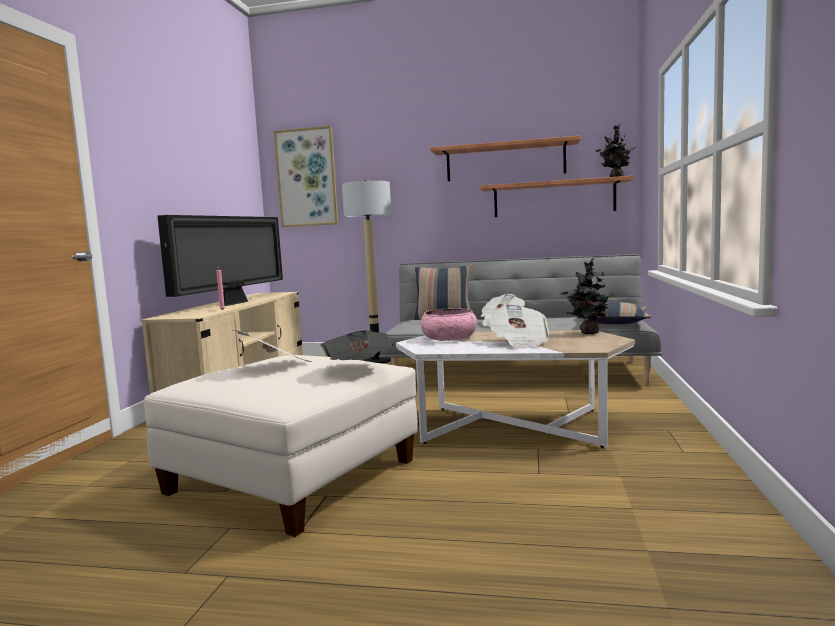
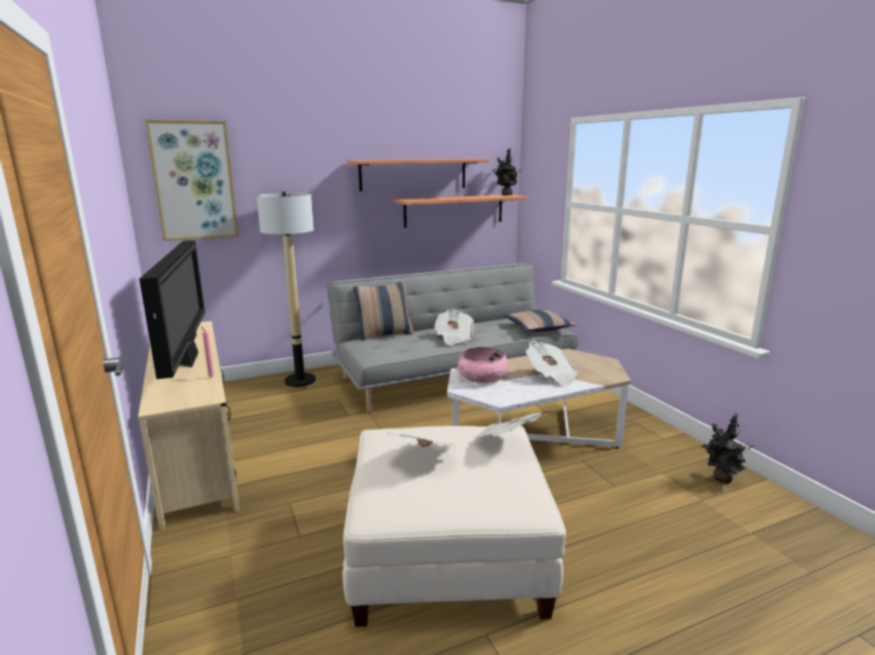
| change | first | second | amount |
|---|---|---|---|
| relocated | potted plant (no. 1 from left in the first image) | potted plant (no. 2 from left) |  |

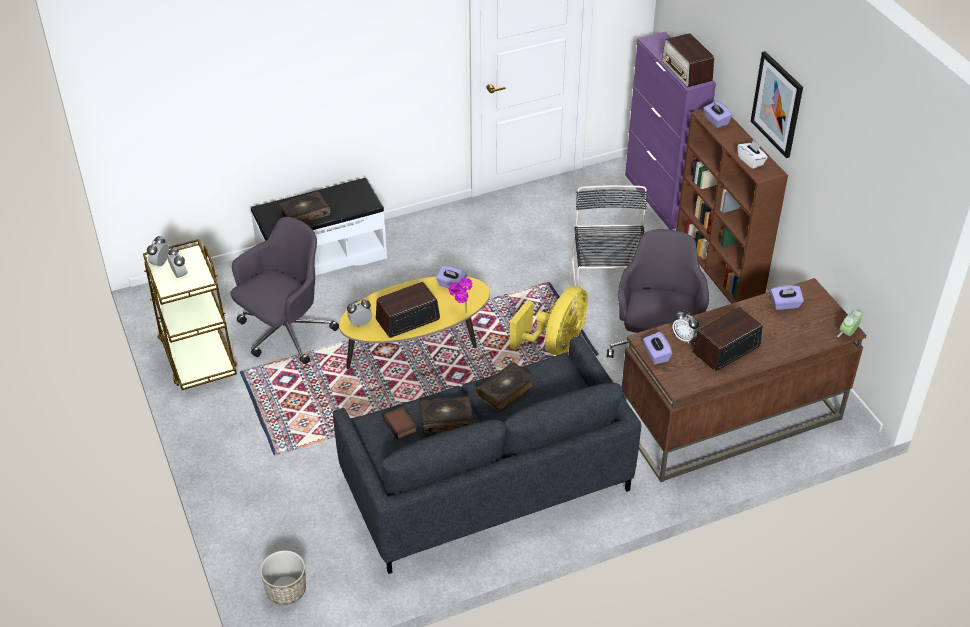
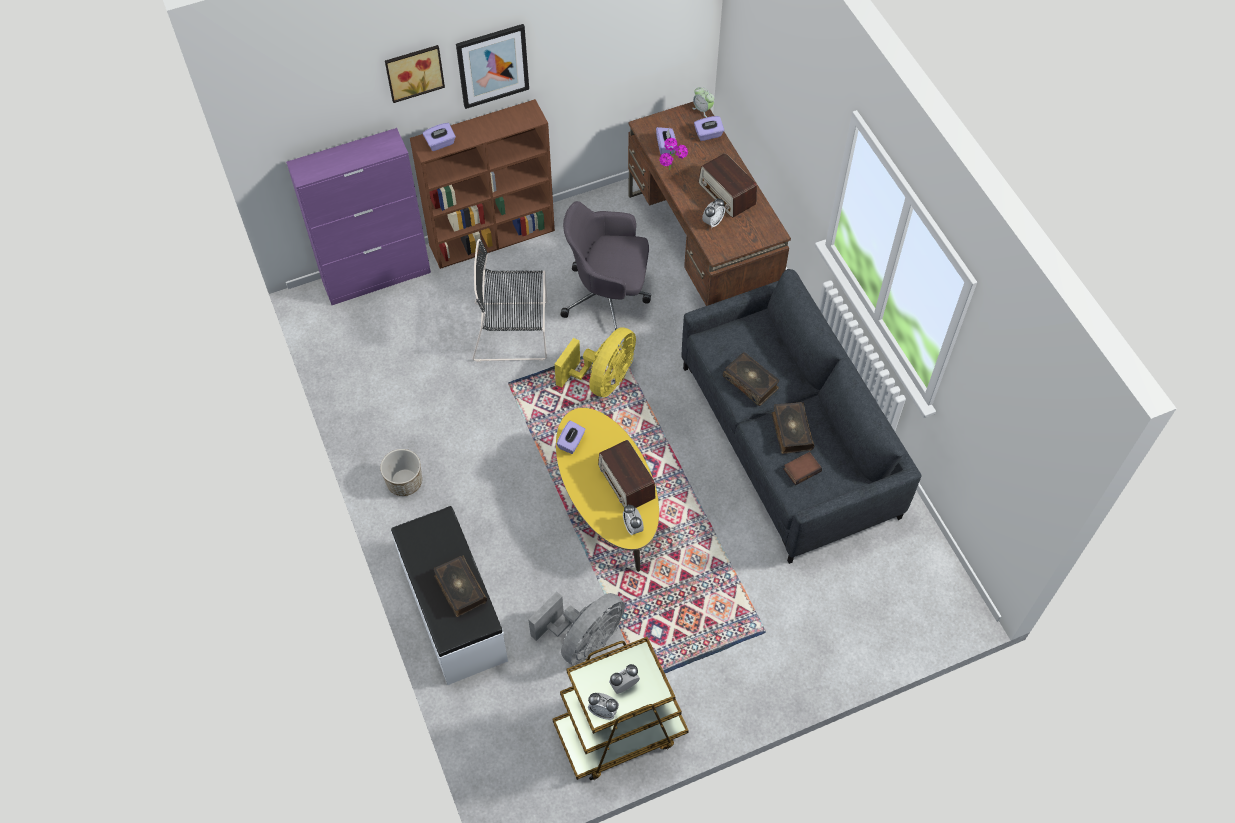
| change | first | second | amount |
|---|---|---|---|
| relocated | planter |  |  |
| appeared |  | picture (no. 1 from left) |  |
| exchanged | grey office chair (no. 1 from left) | grey fan |  |
| spun | yellow fan |  | 90 degrees clockwise |
| relocated | potted plant |  |  |
| relocated | purple tissue box (no. 2 from left in the first image) | purple tissue box (no. 4 from left) |  |
| missing | radio (no. 2 from left) |  |  |
| missing | white tissue box |  |  |

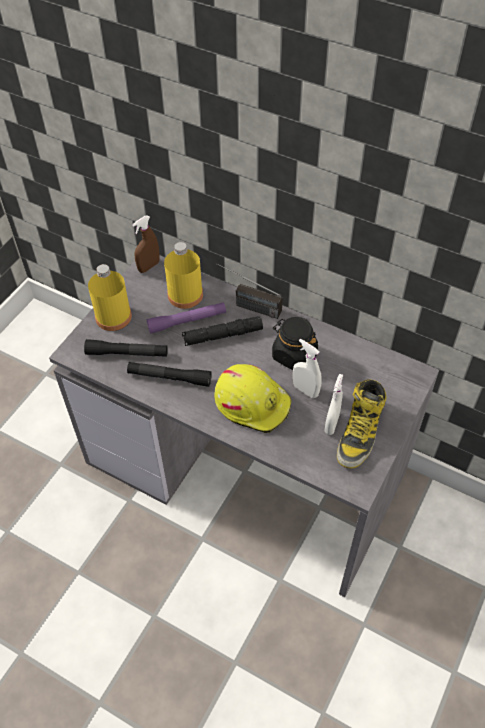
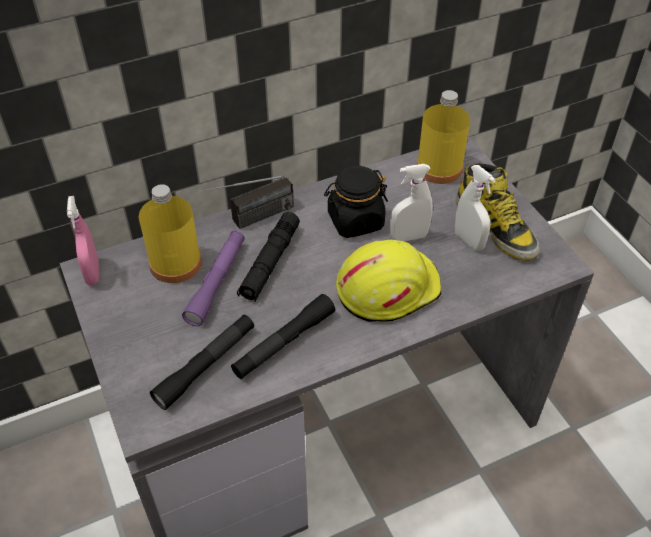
| change | first | second | amount |
|---|---|---|---|
| colour | brown spray bottle | pink spray bottle |  |
| relocated | yellow bottle (no. 1 from left in the first image) | yellow bottle (no. 2 from left) |  |

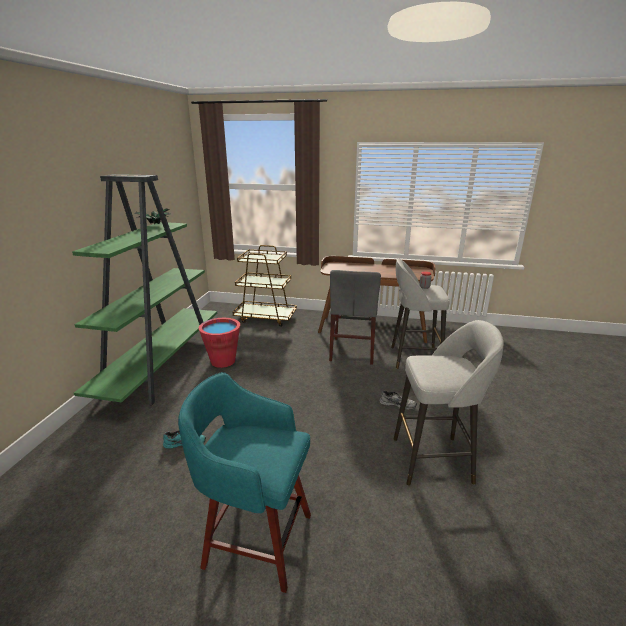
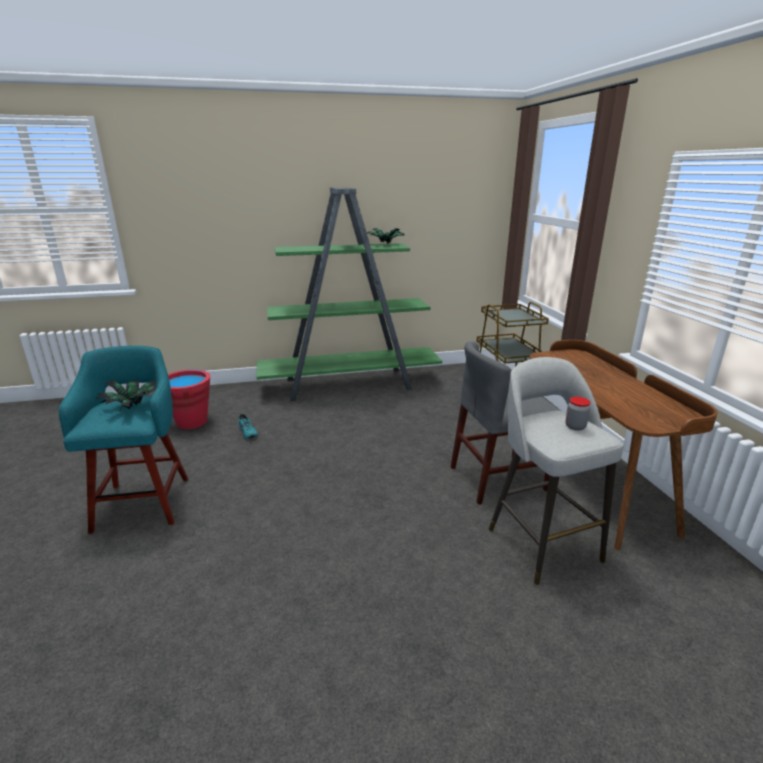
| change | first | second | amount |
|---|---|---|---|
| appeared |  | potted plant (no. 1 from left) |  |
| relocated | red bucket |  |  |
| missing | grey shoe |  |  |
| missing | grey stool (no. 2 from left) |  |  |

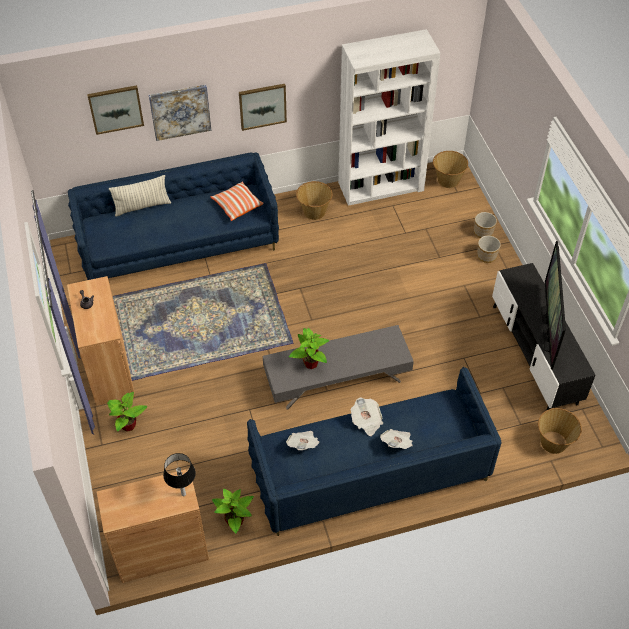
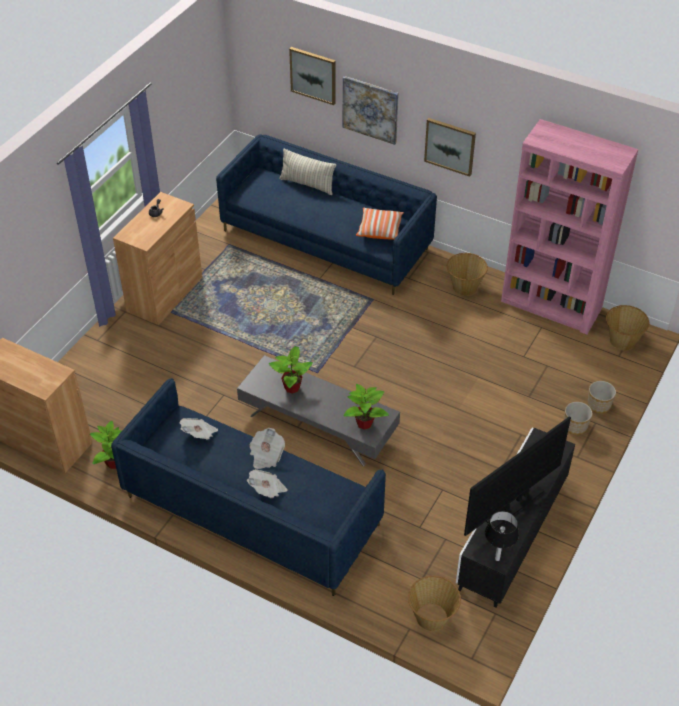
| change | first | second | amount |
|---|---|---|---|
| relocated | potted plant (no. 1 from left in the first image) | potted plant (no. 3 from left) |  |
| relocated | table lamp |  |  |
| colour | white bookcase | pink bookcase |  |

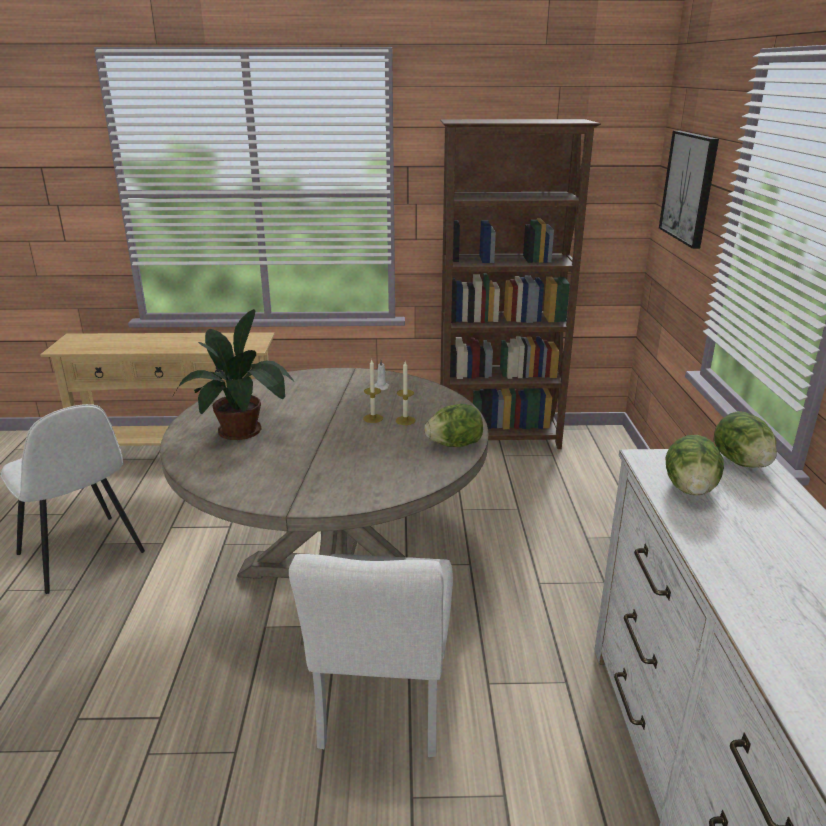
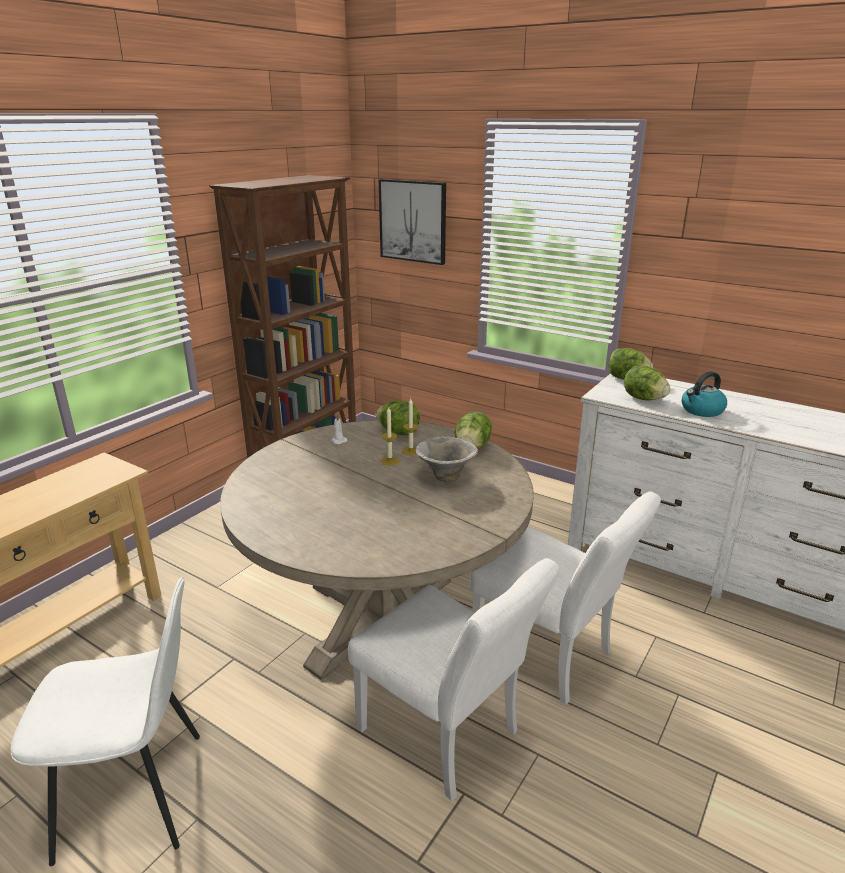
| change | first | second | amount |
|---|---|---|---|
| appeared |  | white chair (no. 2 from left) |  |
| appeared |  | lettuce (no. 1 from left) |  |
| appeared |  | bowl |  |
| appeared |  | kettle |  |
| missing | potted plant |  |  |

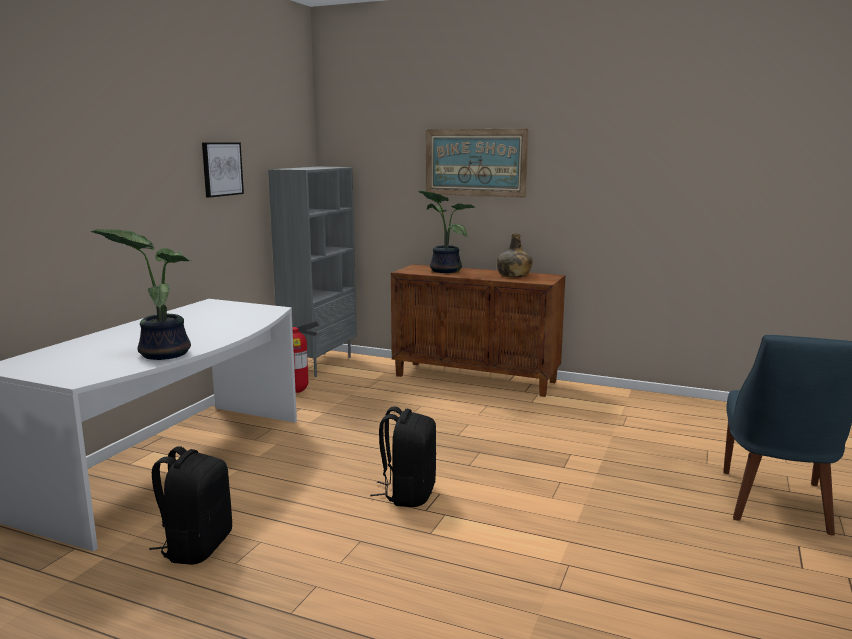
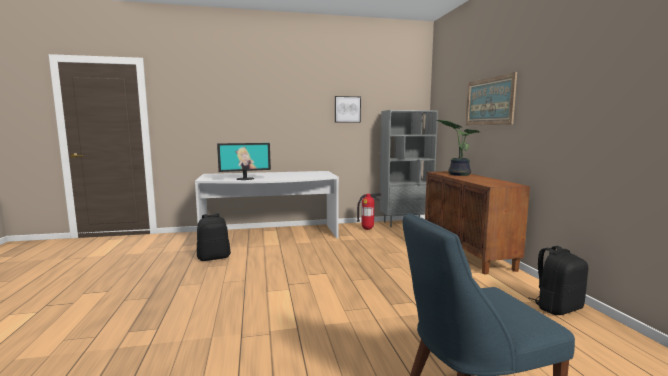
| change | first | second | amount |
|---|---|---|---|
| exchanged | potted plant (no. 1 from left) | monitor |  |
| relocated | black backpack (no. 2 from left) |  |  |
| missing | green bottle |  |  |

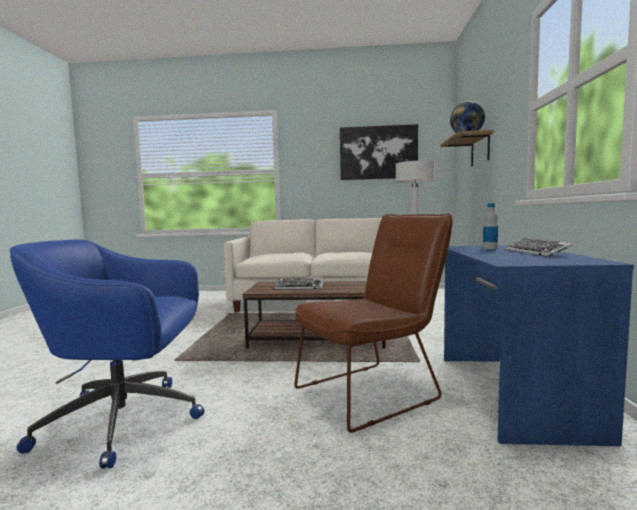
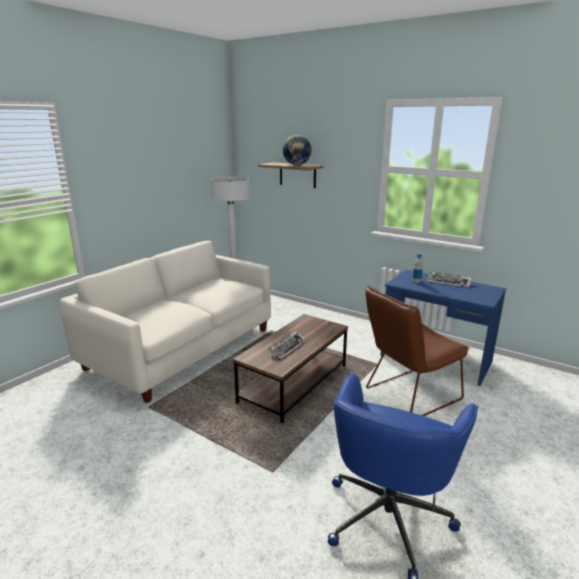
| change | first | second | amount |
|---|---|---|---|
| spun | brown chair |  | 120 degrees counterclockwise |
| missing | picture |  |  |

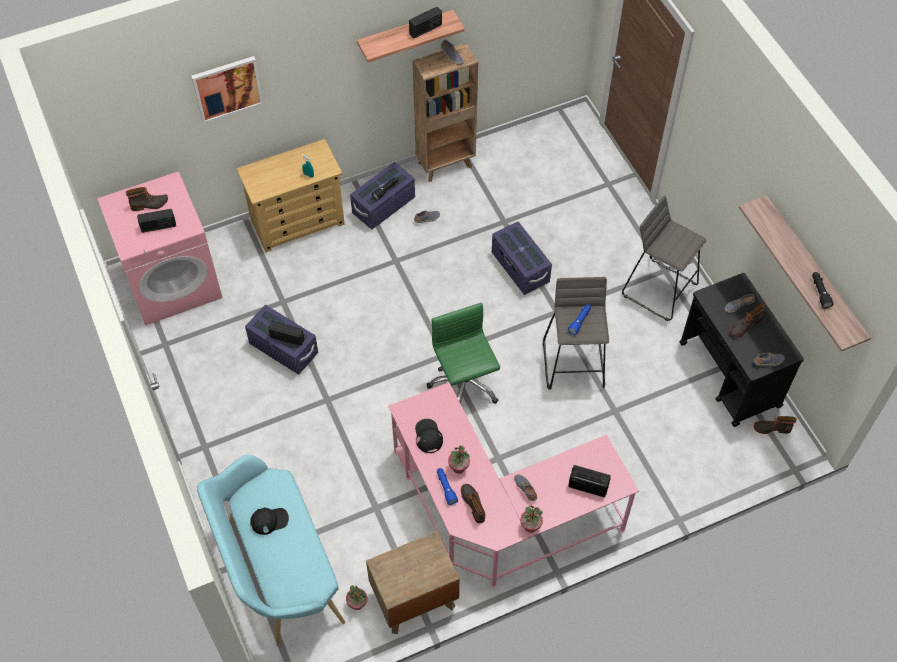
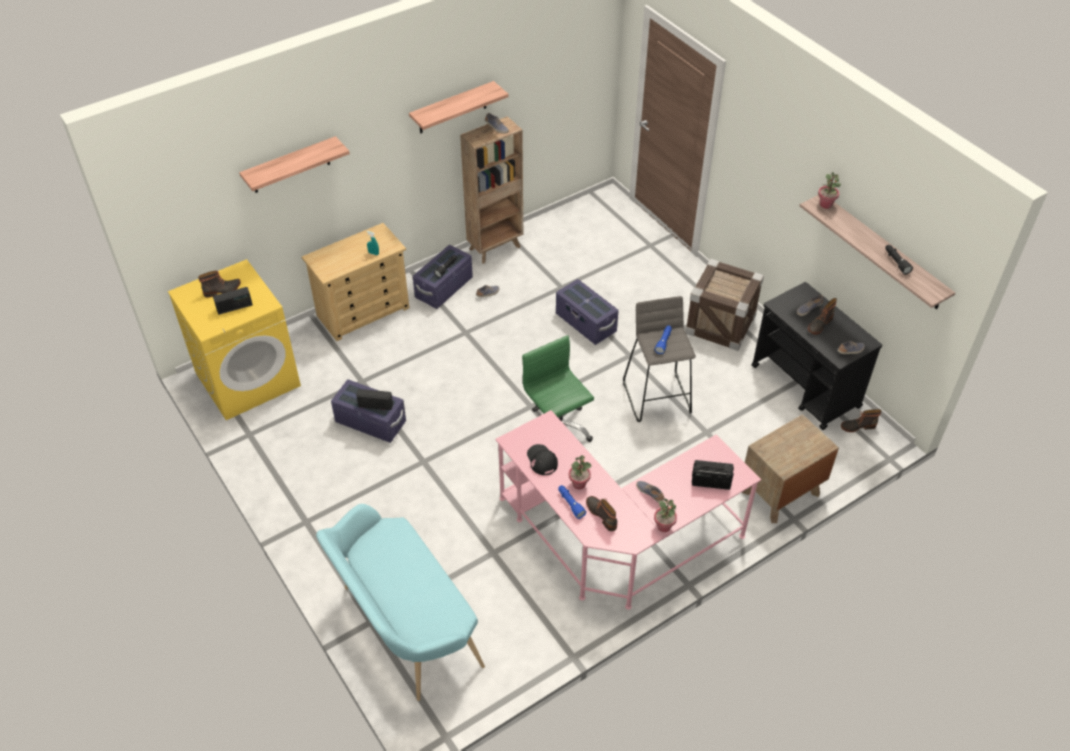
| change | first | second | amount |
|---|---|---|---|
| colour | pink washing machine | yellow washing machine |  |
| exchanged | picture | shelf (no. 1 from left) |  |
| exchanged | grey stool (no. 2 from left) | crate |  |
| relocated | brown nightstand |  |  |
| relocated | potted plant (no. 1 from left in the first image) | potted plant (no. 3 from left) |  |
| missing | black cap (no. 1 from left) |  |  |
| missing | radio (no. 3 from left) |  |  |

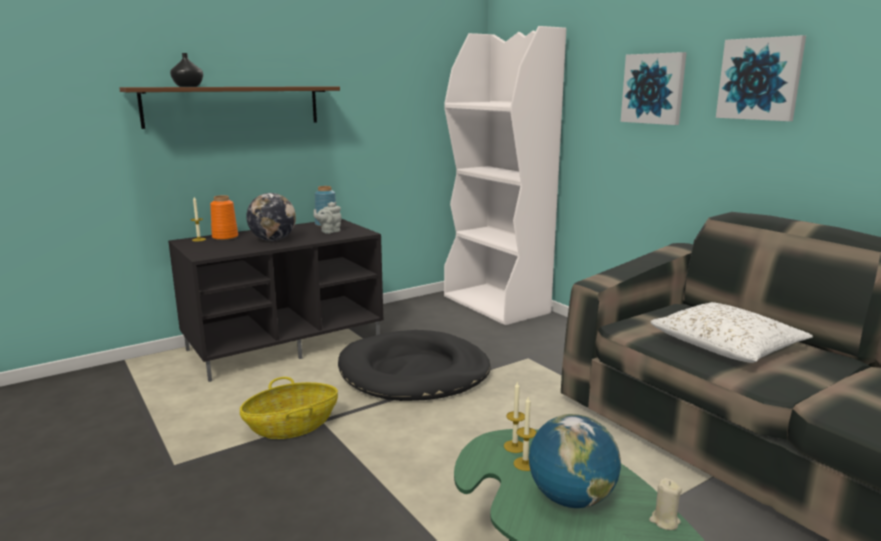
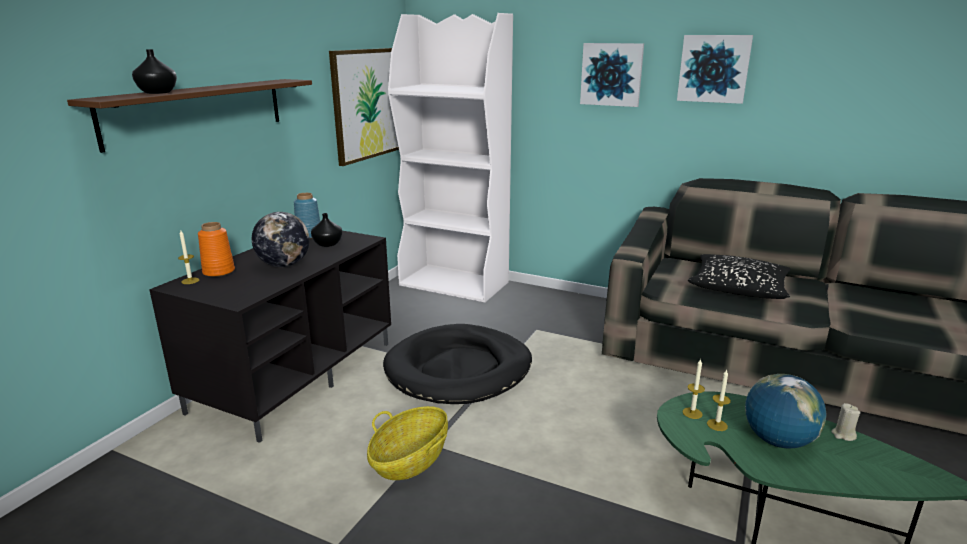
| change | first | second | amount |
|---|---|---|---|
| exchanged | grey teapot | black vase (no. 2 from left) |  |
| appeared |  | picture (no. 1 from left) |  |
| colour | white pillow | black pillow |  |

